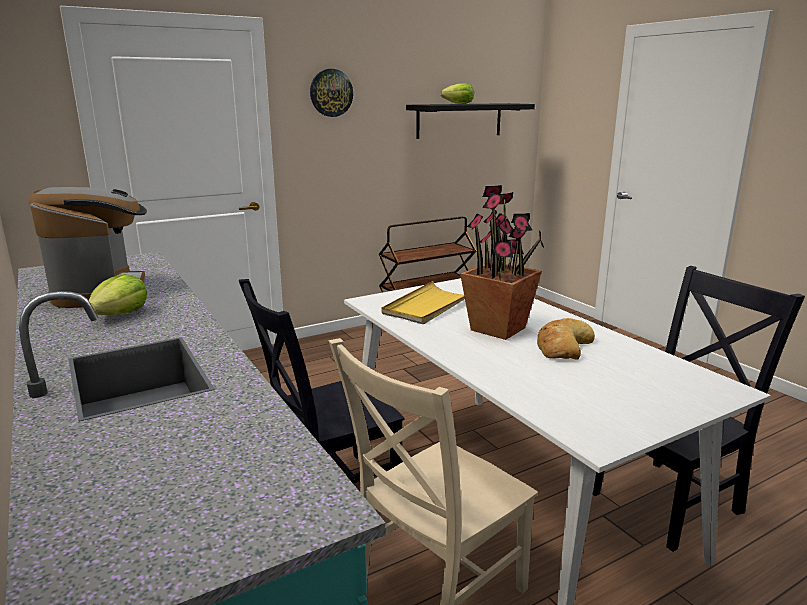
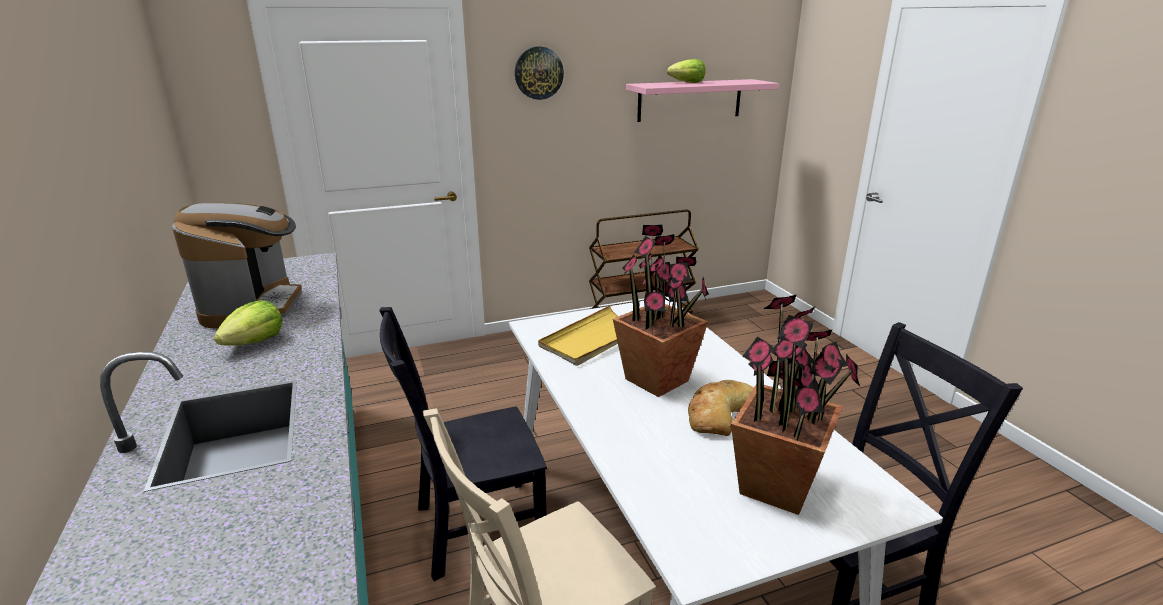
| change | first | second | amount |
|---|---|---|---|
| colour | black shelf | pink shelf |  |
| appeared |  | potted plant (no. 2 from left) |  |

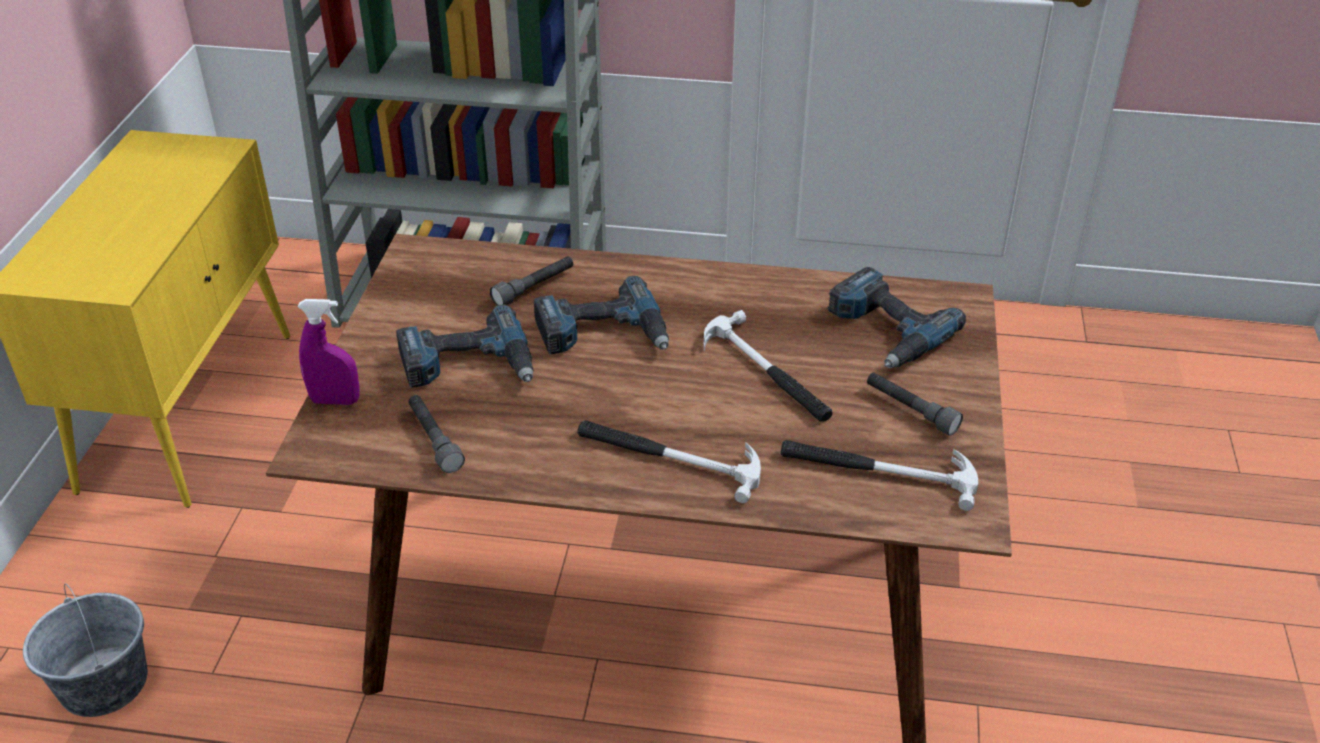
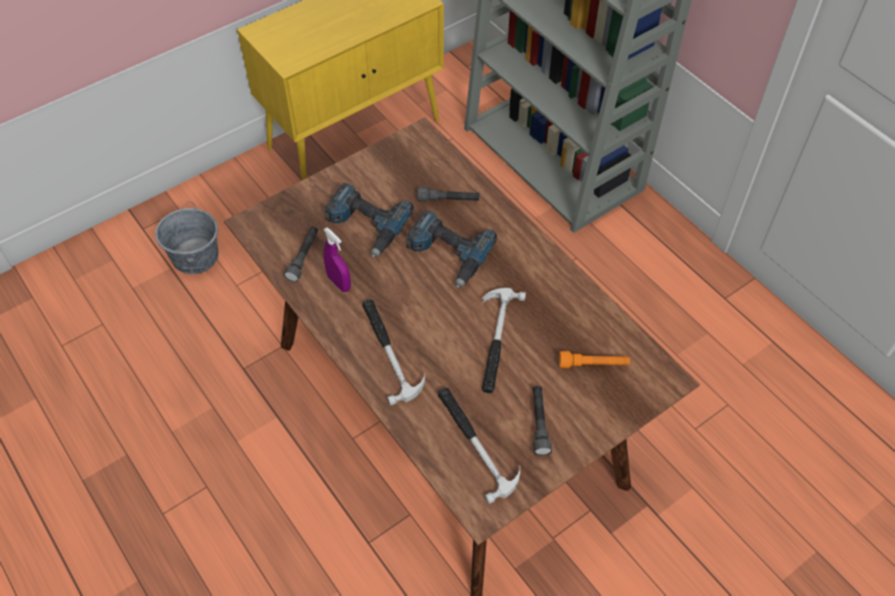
| change | first | second | amount |
|---|---|---|---|
| relocated | purple spray bottle |  |  |
| exchanged | power drill (no. 3 from left) | orange flashlight |  |

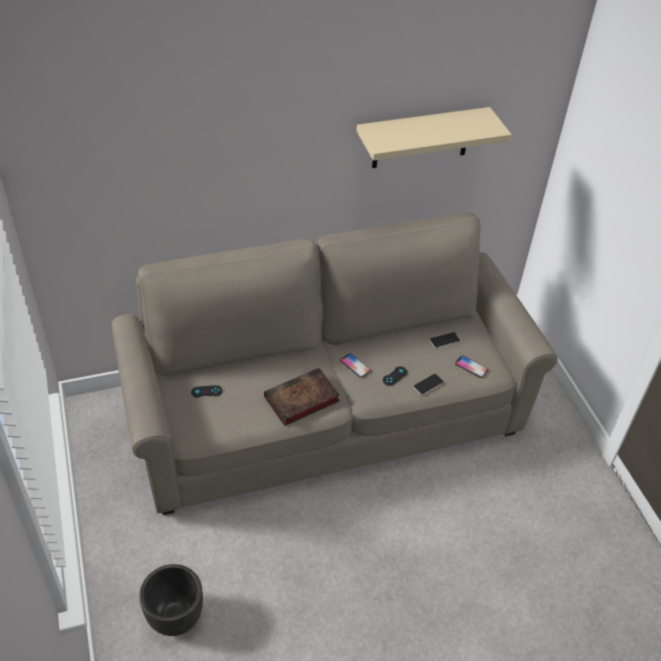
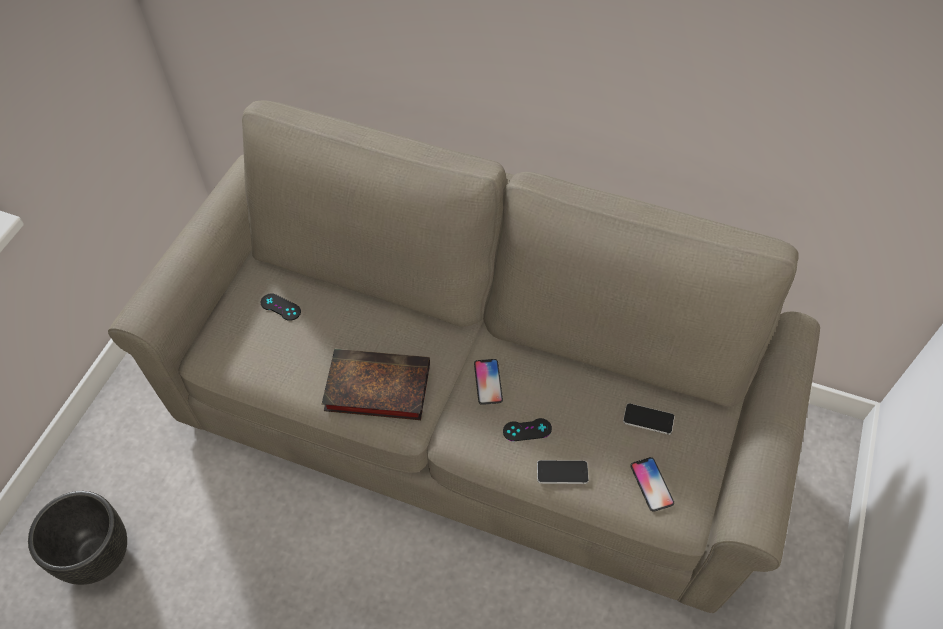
| change | first | second | amount |
|---|---|---|---|
| missing | beige shelf |  |  |

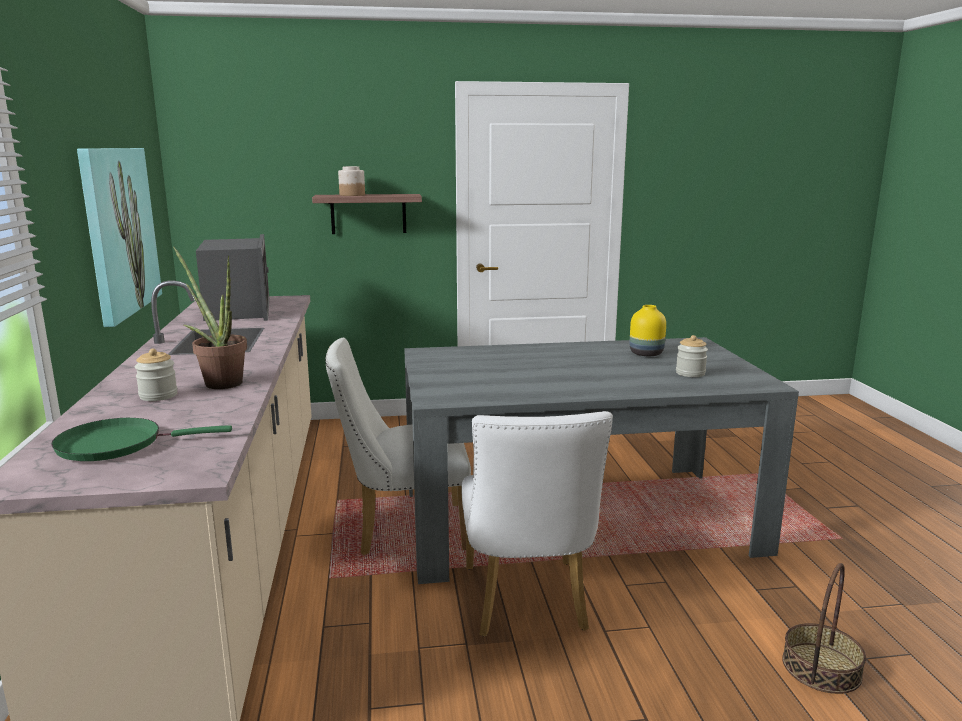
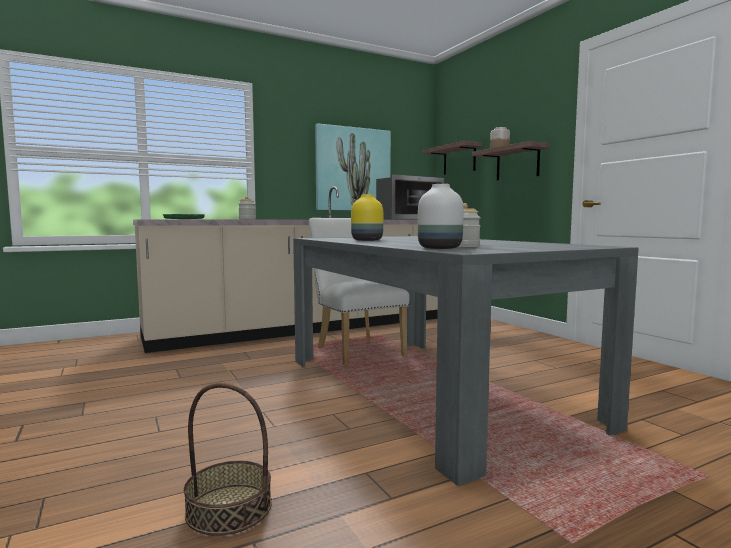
| change | first | second | amount |
|---|---|---|---|
| relocated | yellow vase |  |  |
| appeared |  | white vase |  |
| appeared |  | shelf (no. 1 from left) |  |
| missing | potted plant |  |  |
| missing | white chair (no. 2 from left) |  |  |

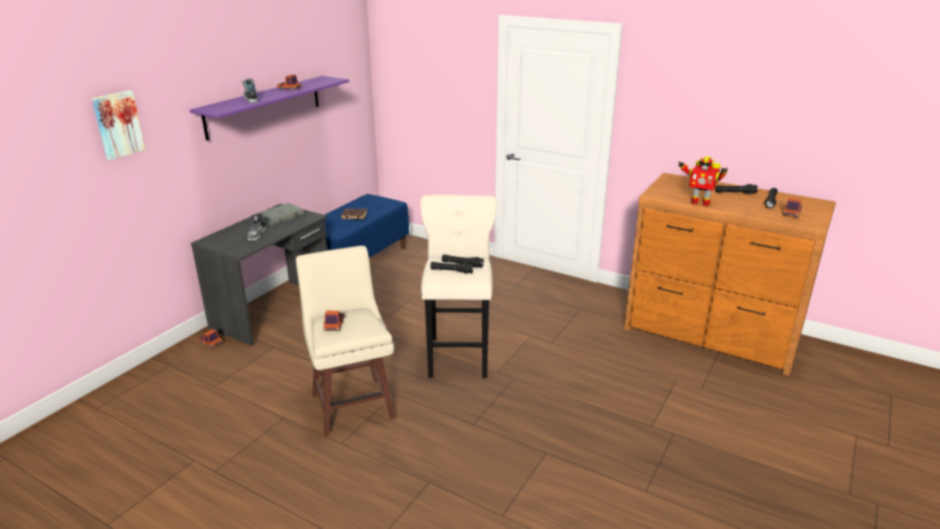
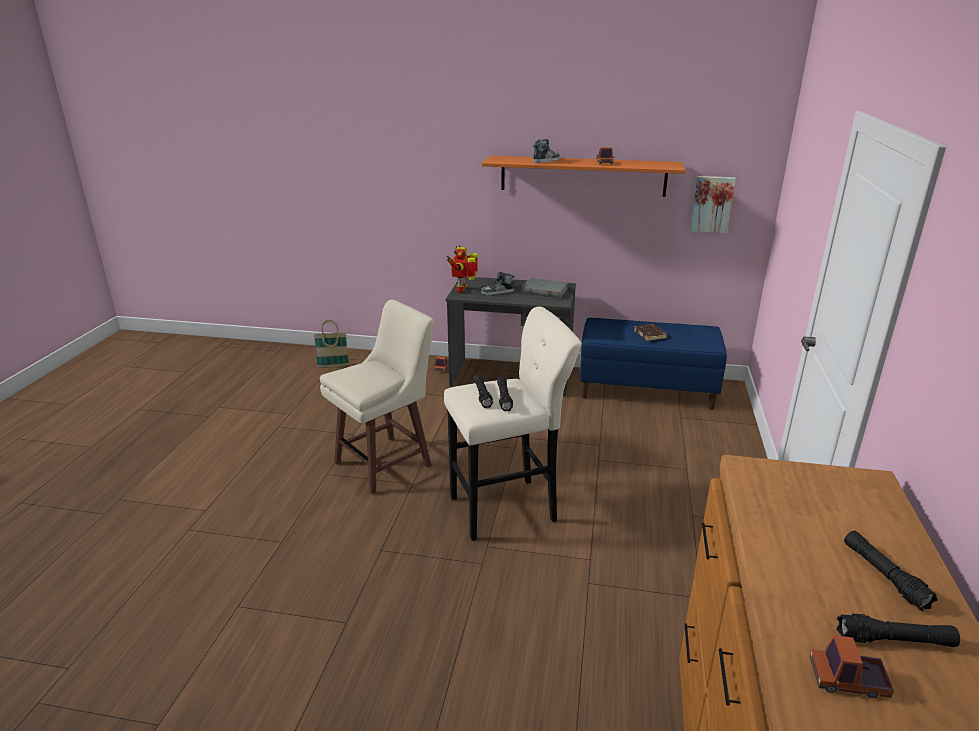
| change | first | second | amount |
|---|---|---|---|
| appeared |  | basket |  |
| relocated | toy robot |  |  |
| colour | purple shelf | orange shelf |  |
| relocated | picture |  |  |
| missing | toy truck (no. 3 from left) |  |  |

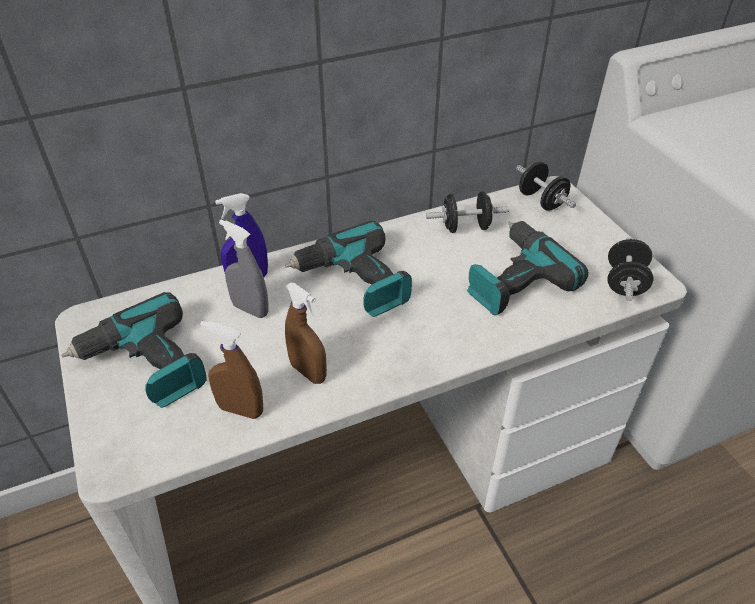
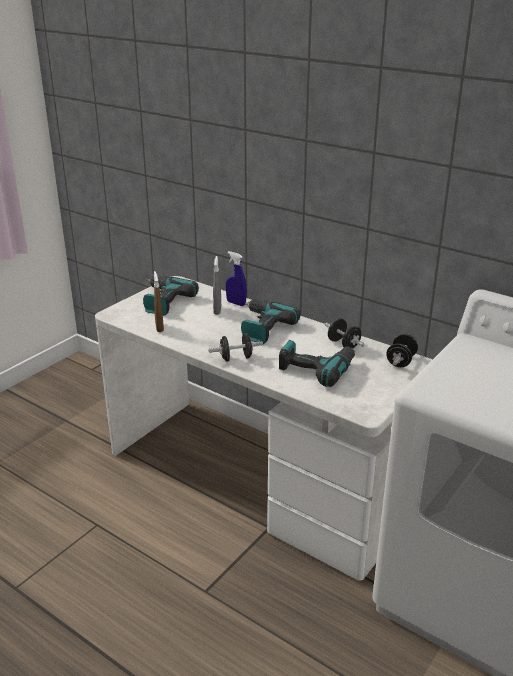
| change | first | second | amount |
|---|---|---|---|
| relocated | black dumbbell (no. 3 from left in the first image) | black dumbbell (no. 1 from left) |  |
| missing | brown spray bottle (no. 2 from left) |  |  |

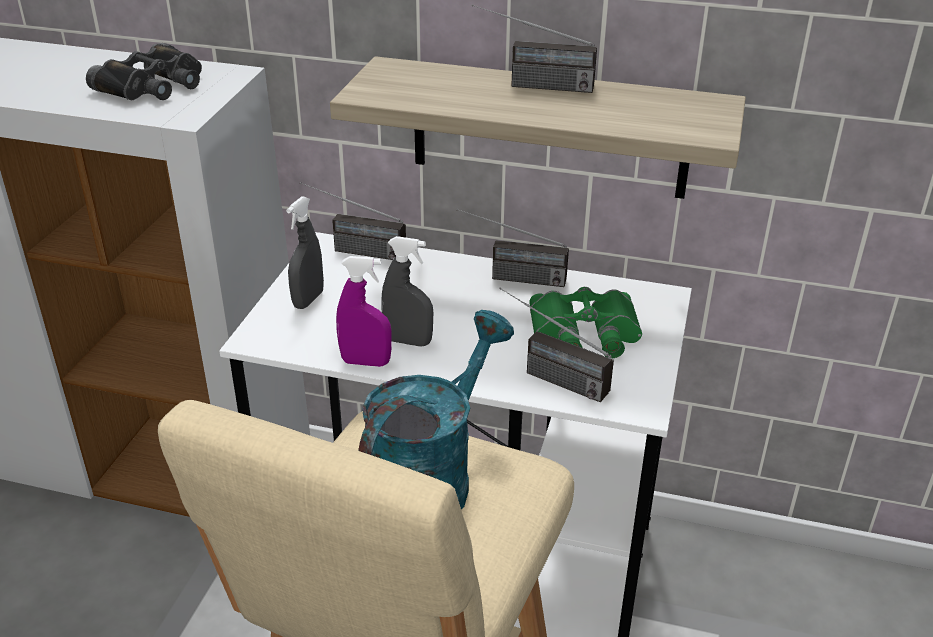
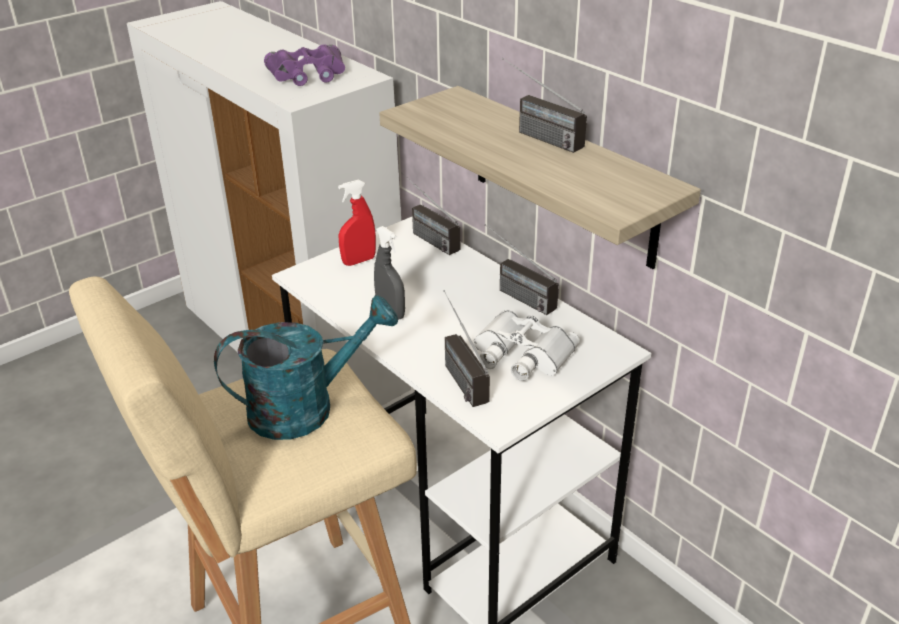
| change | first | second | amount |
|---|---|---|---|
| colour | black binoculars | purple binoculars |  |
| colour | grey spray bottle (no. 1 from left) | red spray bottle |  |
| colour | green binoculars | white binoculars |  |
| missing | purple spray bottle |  |  |

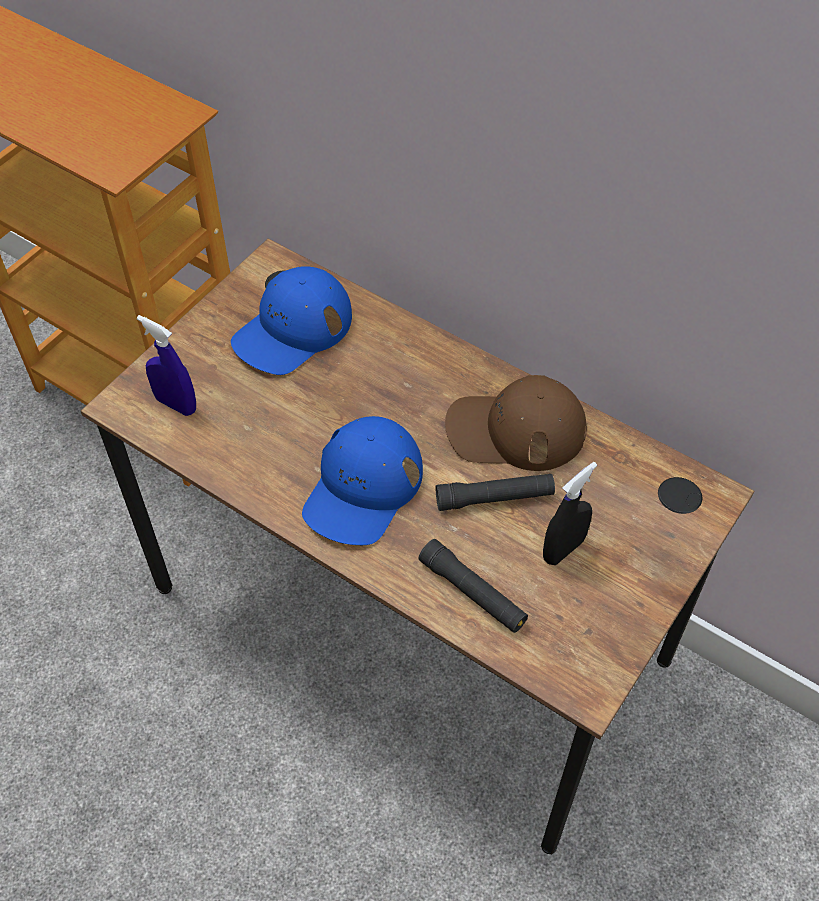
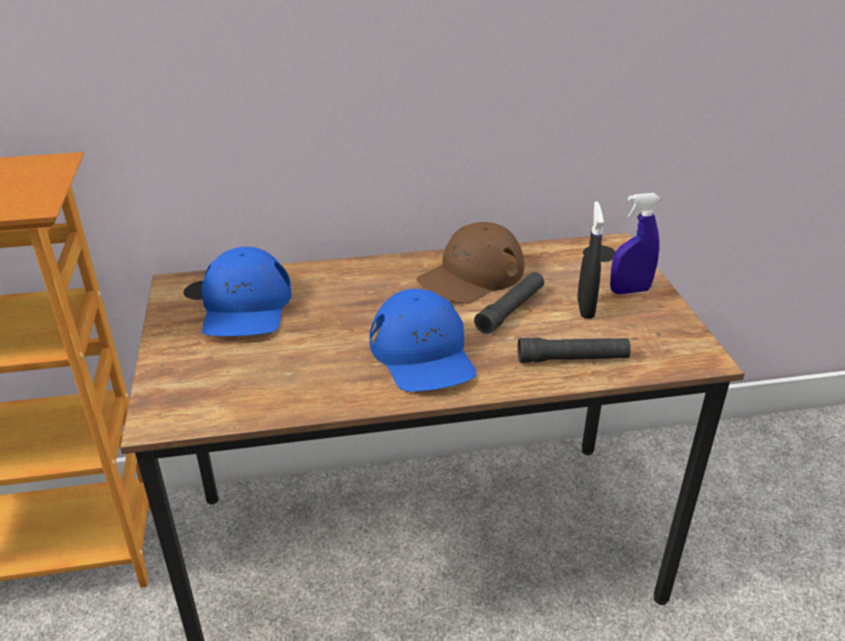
| change | first | second | amount |
|---|---|---|---|
| relocated | blue spray bottle |  |  |

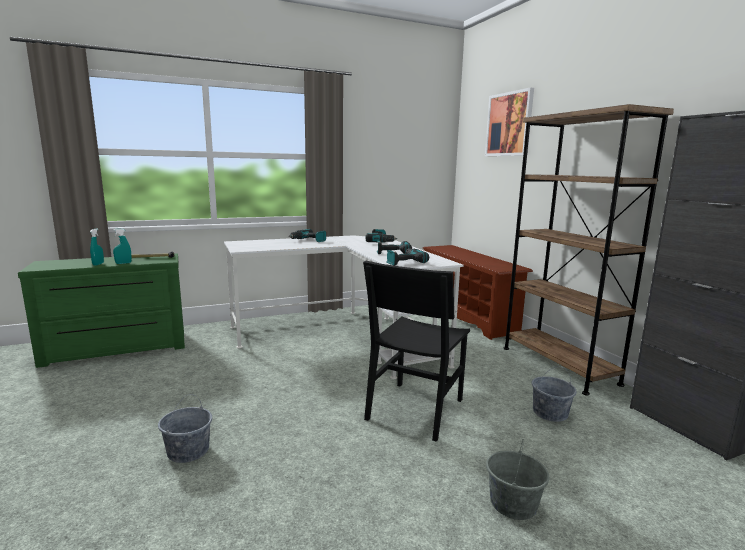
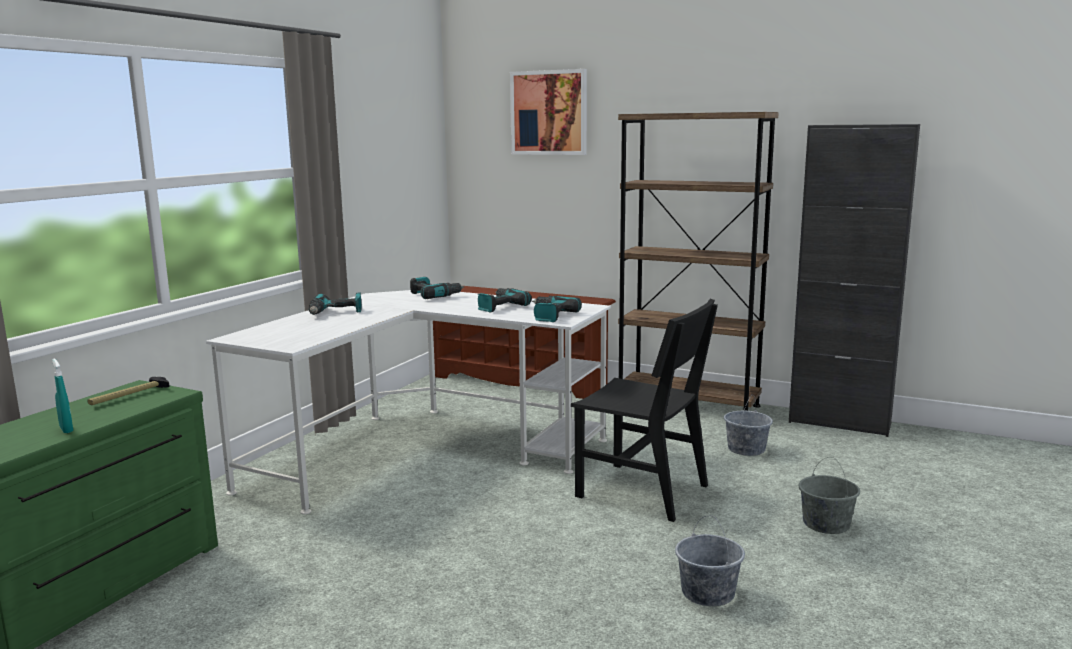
| change | first | second | amount |
|---|---|---|---|
| spun | black chair |  | 45 degrees counterclockwise |
| relocated | grey bucket (no. 1 from left) |  |  |
| missing | turquoise spray bottle (no. 2 from left) |  |  |

